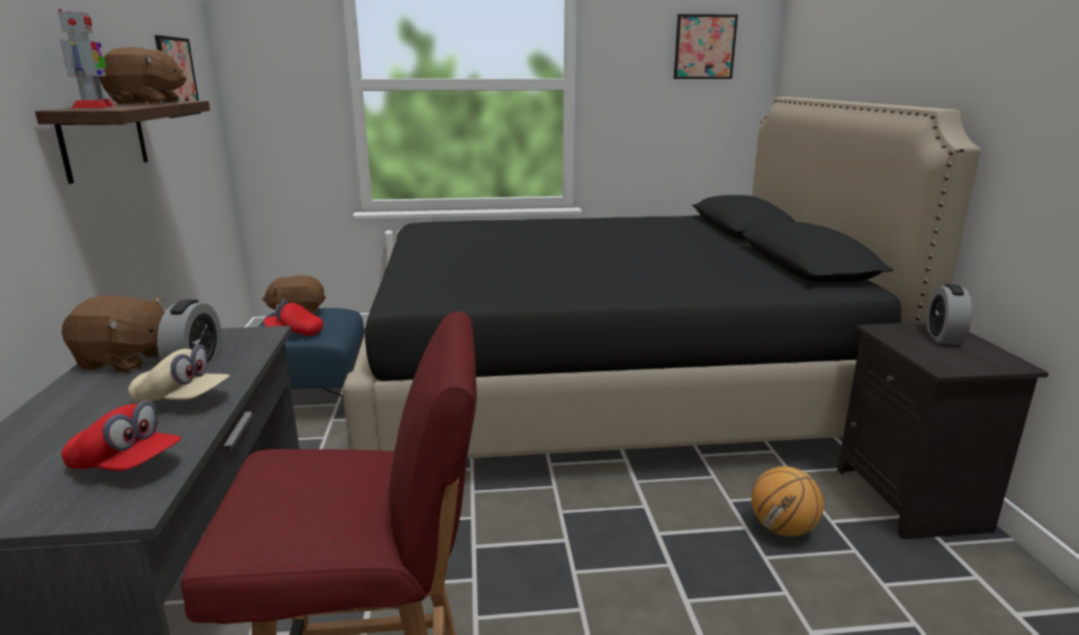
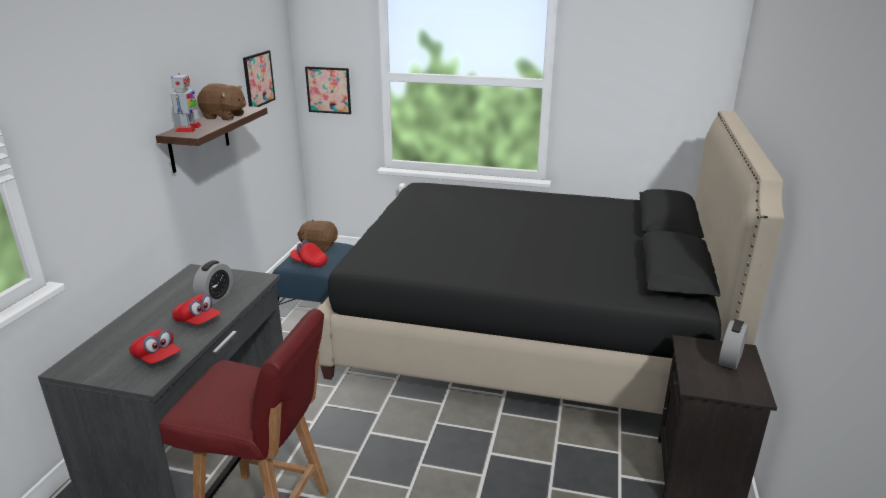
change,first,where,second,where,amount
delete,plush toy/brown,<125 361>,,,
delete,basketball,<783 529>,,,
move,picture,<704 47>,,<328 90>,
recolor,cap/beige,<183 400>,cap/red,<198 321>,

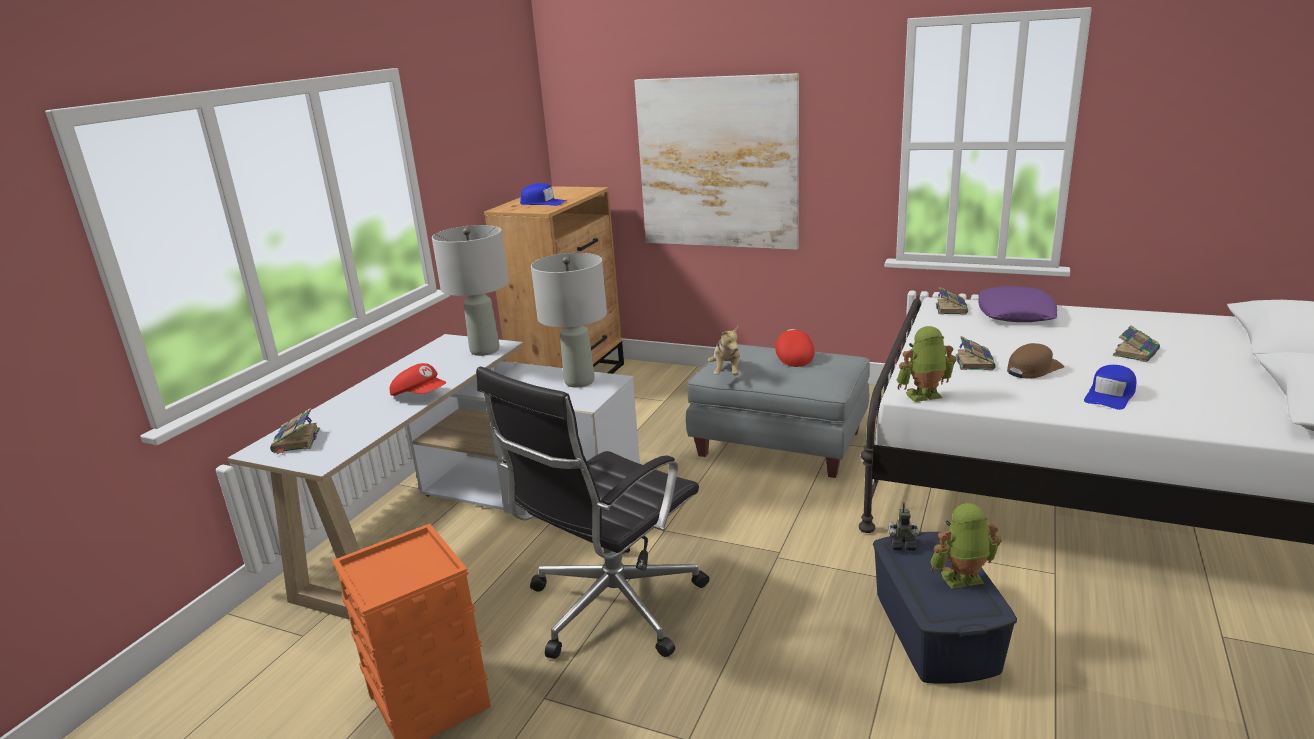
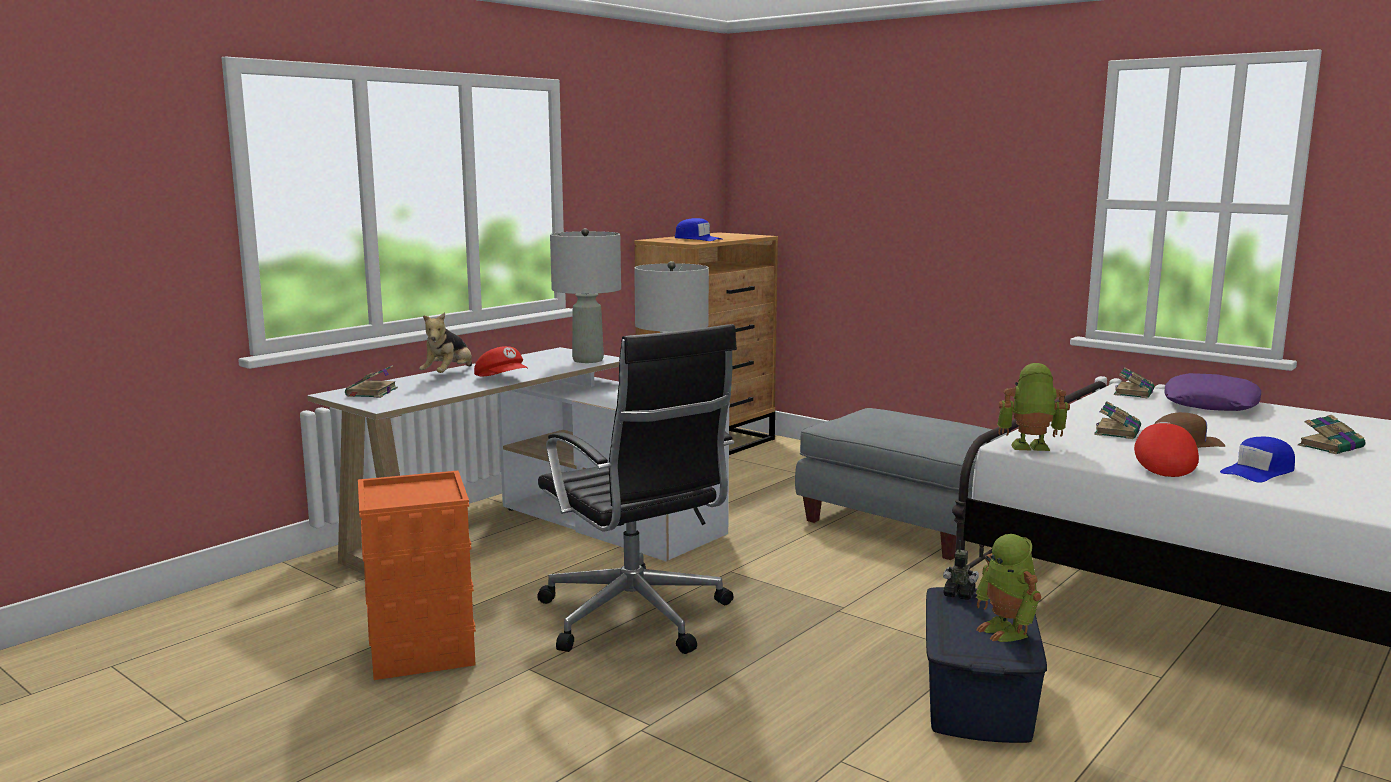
change,first,where,second,where,amount
delete,picture,<717 163>,,,
move,plush toy,<727 372>,,<449 375>,
move,cap/red,<793 358>,,<1162 466>,
rotate,office chair/black,<610 608>,,<636 618>,90 degrees counterclockwise
rotate,toy robot,<963 580>,,<1006 631>,120 degrees counterclockwise

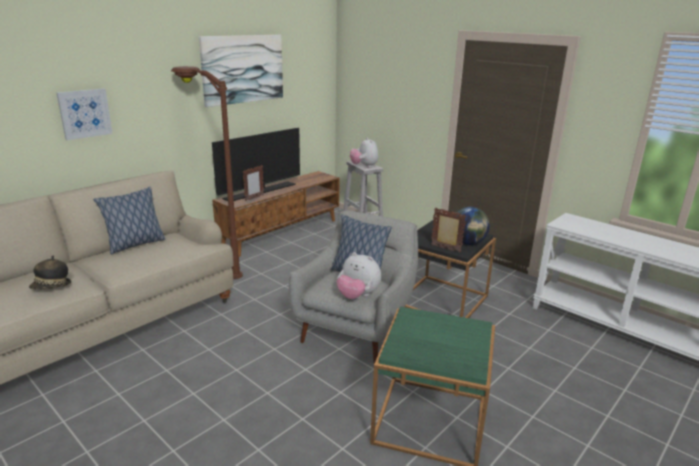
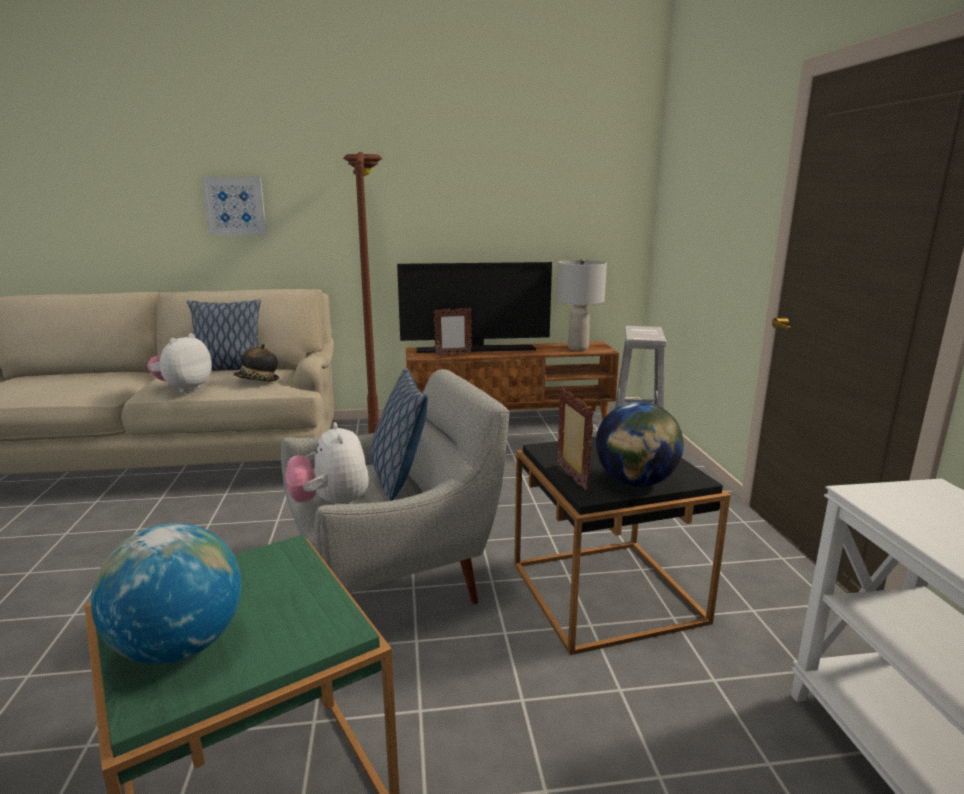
change,first,where,second,where,amount
delete,picture,<243 69>,,,
insert,,,globe,<179 646>,
insert,,,table lamp/grey,<578 348>,
move,hat,<51 287>,,<257 381>,
move,plush toy,<364 166>,,<184 389>,

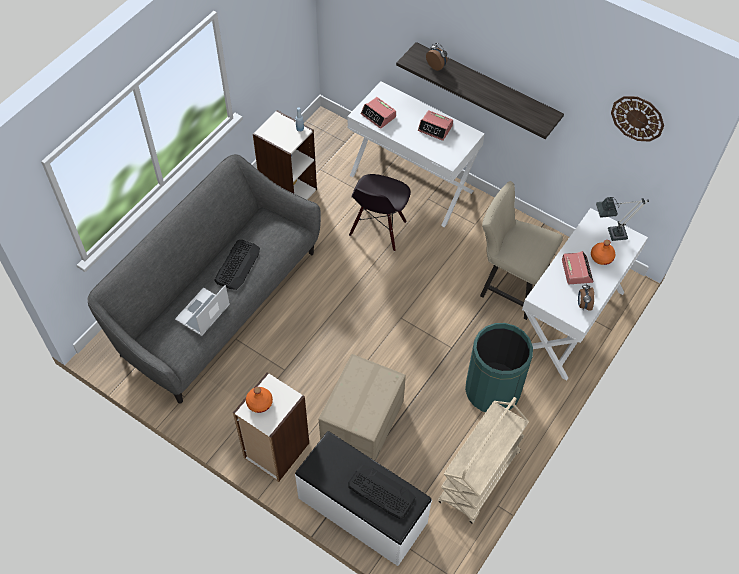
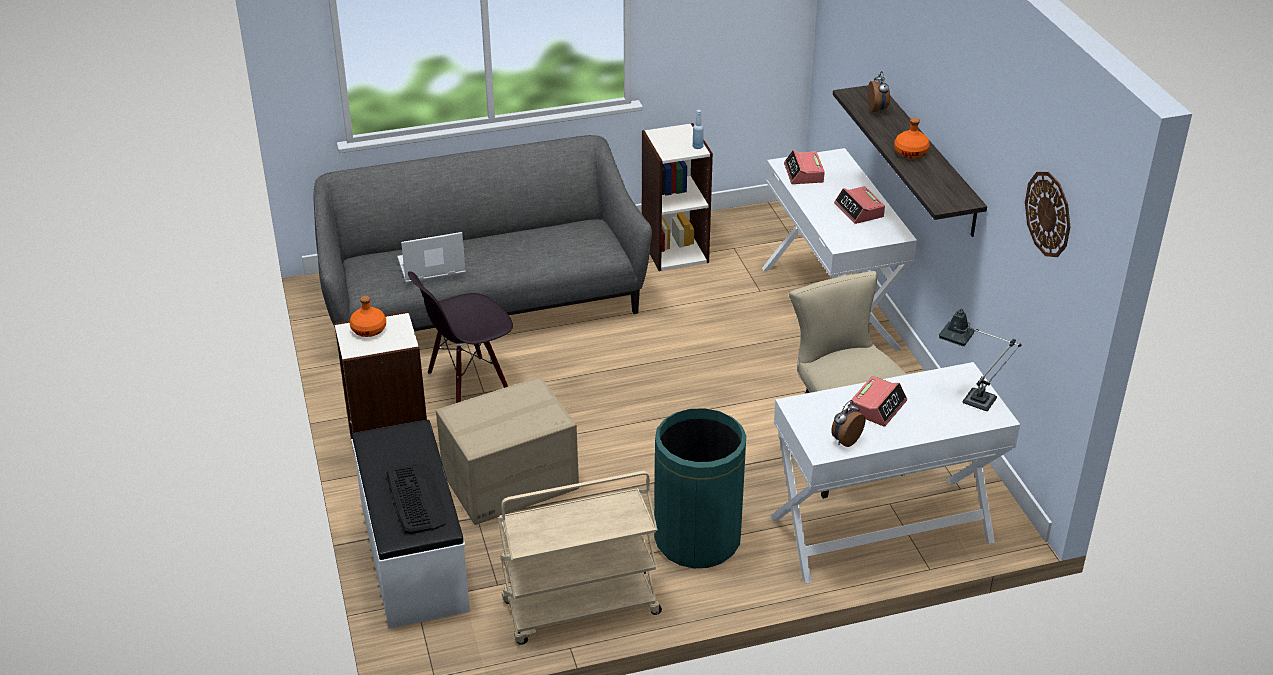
change,first,where,second,where,amount
delete,keyboard,<237 265>,,,
move,chair/black,<378 229>,,<468 385>,
move,bottle/orange,<601 257>,,<911 152>,

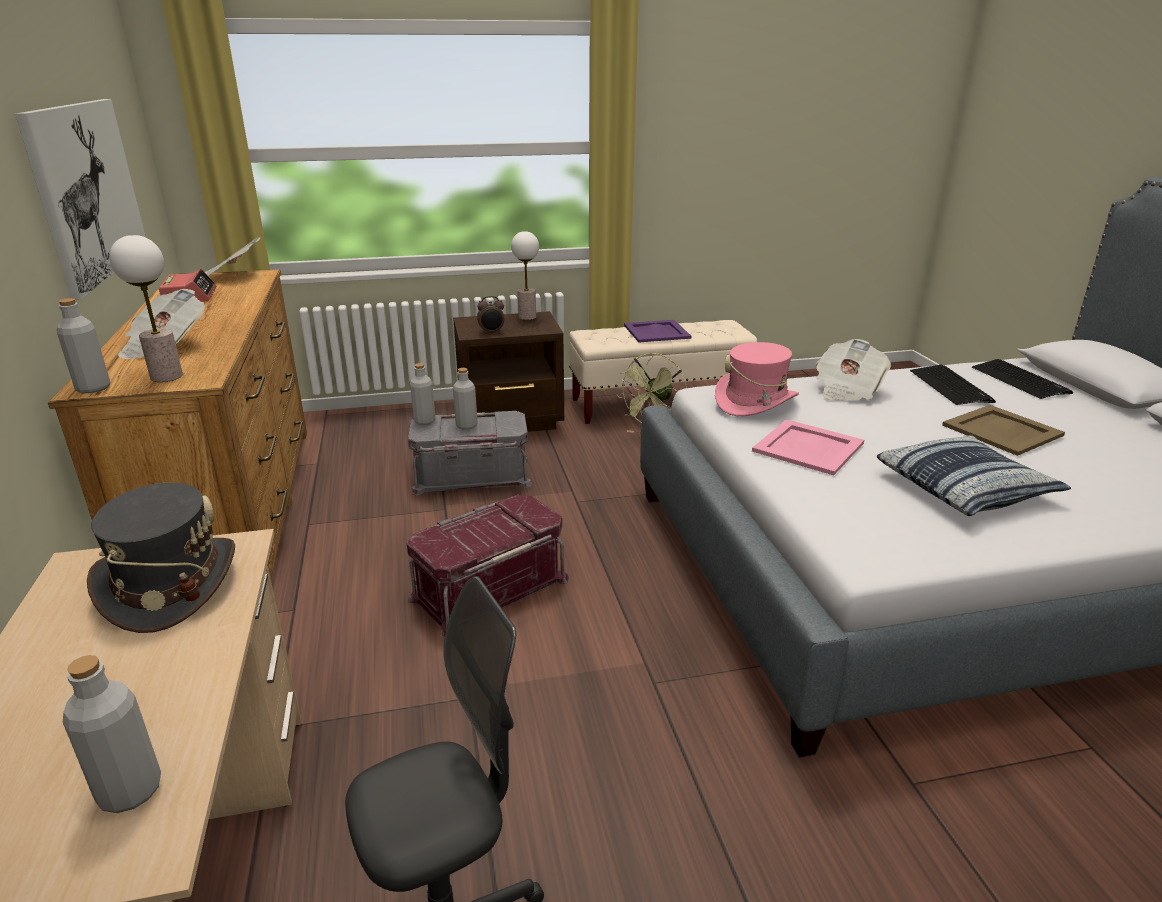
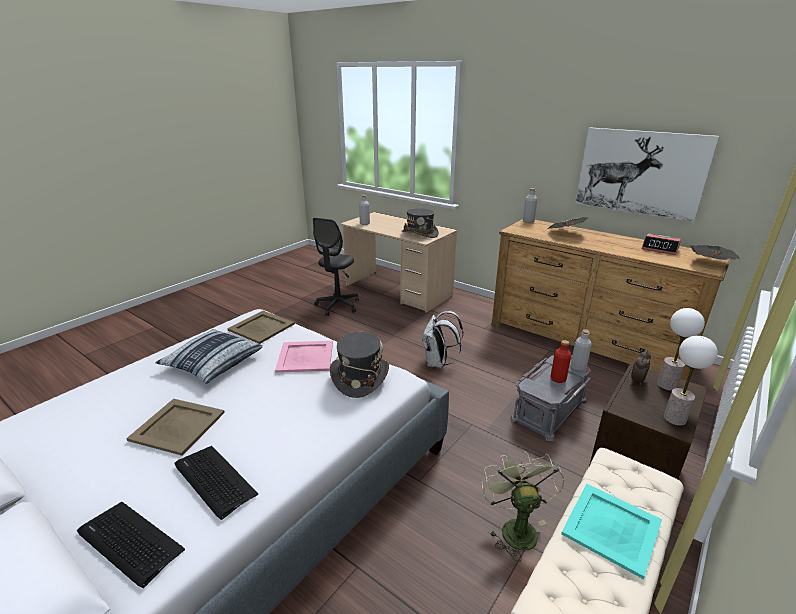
change,first,where,second,where,amount
delete,newspaper,<847 389>,,,
insert,,,tray/beige,<262 327>,
move,table lamp,<166 376>,,<667 385>,
replace,storage box/red,<489 587>,backpack/white,<438 363>,
recolor,bottle/grey,<466 425>,bottle/red,<558 379>,
recolor,tray/purple,<657 332>,tray/turquoise,<610 528>,
recolor,hat/pink,<755 402>,hat/grey,<359 377>,

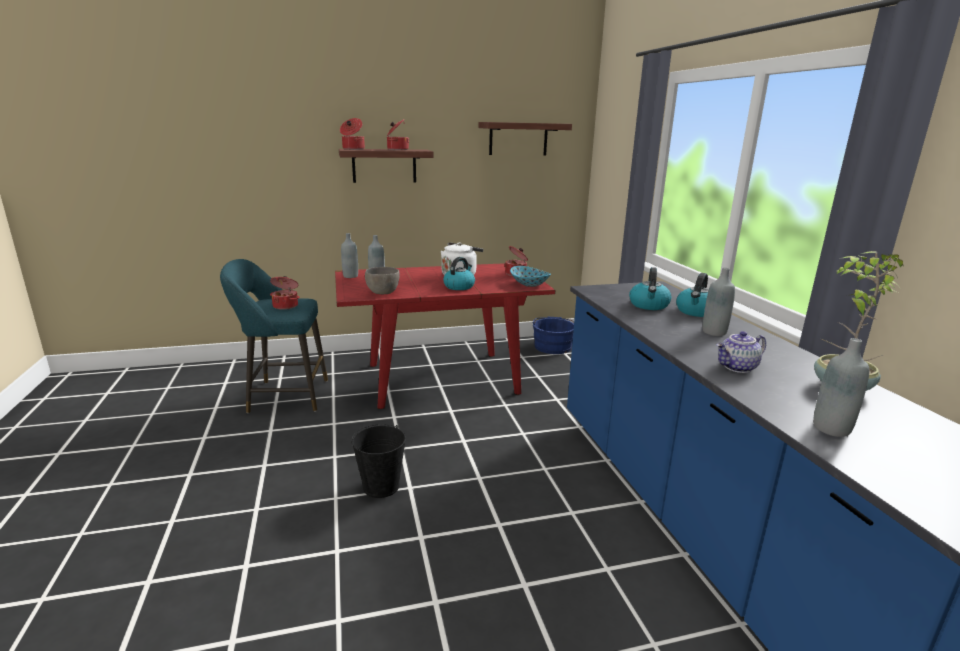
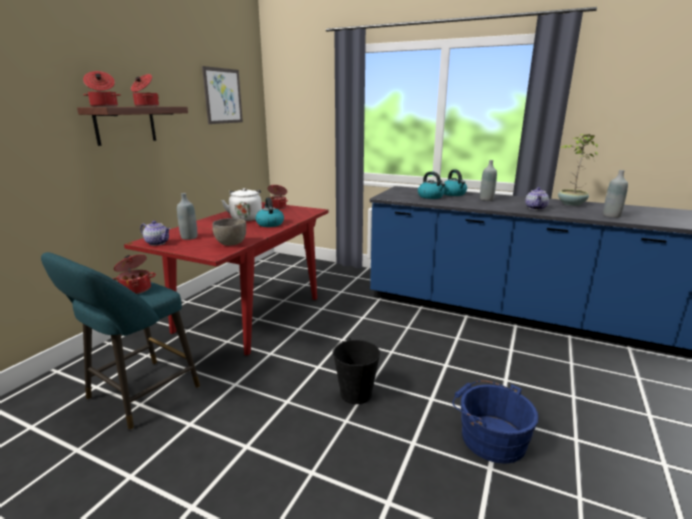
change,first,where,second,where,amount
delete,bowl,<529 284>,,,
move,bucket/blue,<552 346>,,<489 437>,
replace,bottle/grey,<350 276>,teapot,<158 243>,
replace,shelf,<518 139>,picture,<223 96>,

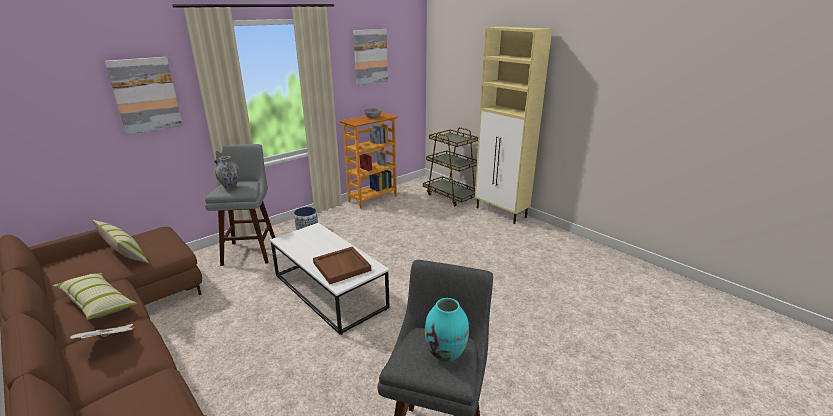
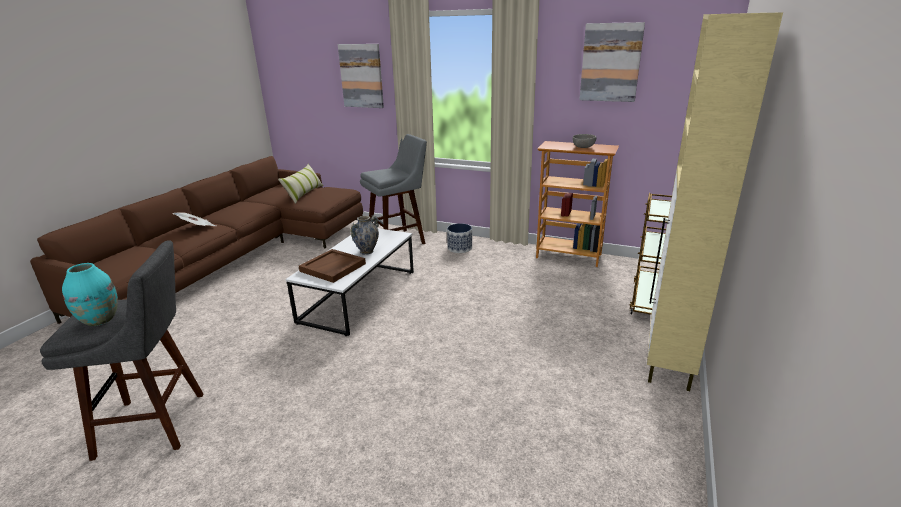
change,first,where,second,where,amount
delete,pillow,<98 303>,,,
move,vase,<230 187>,,<367 251>,

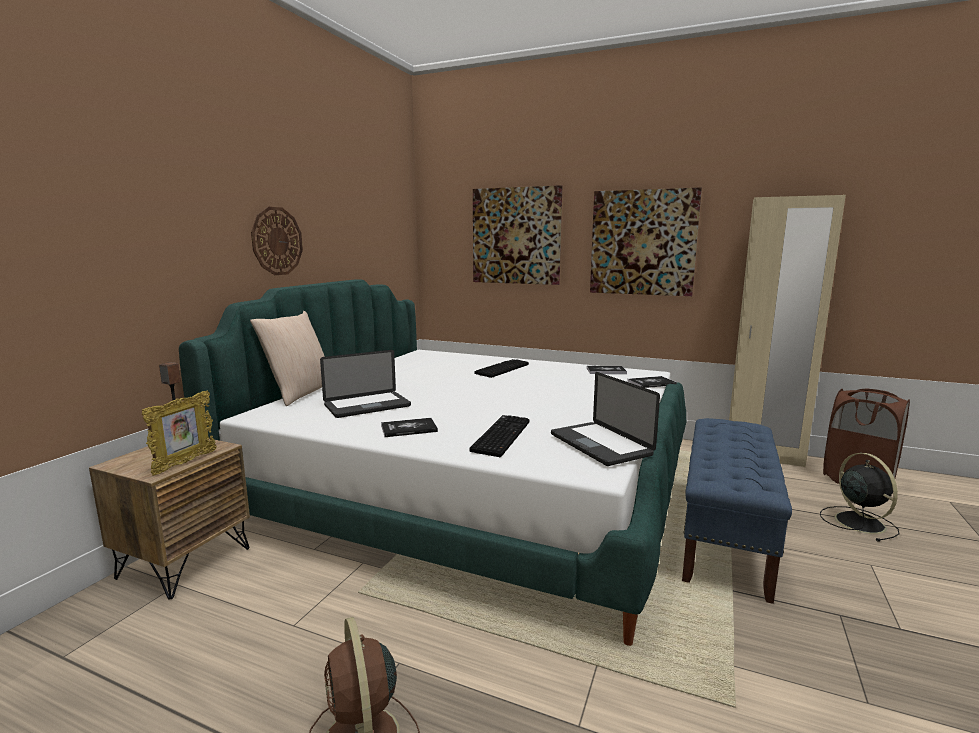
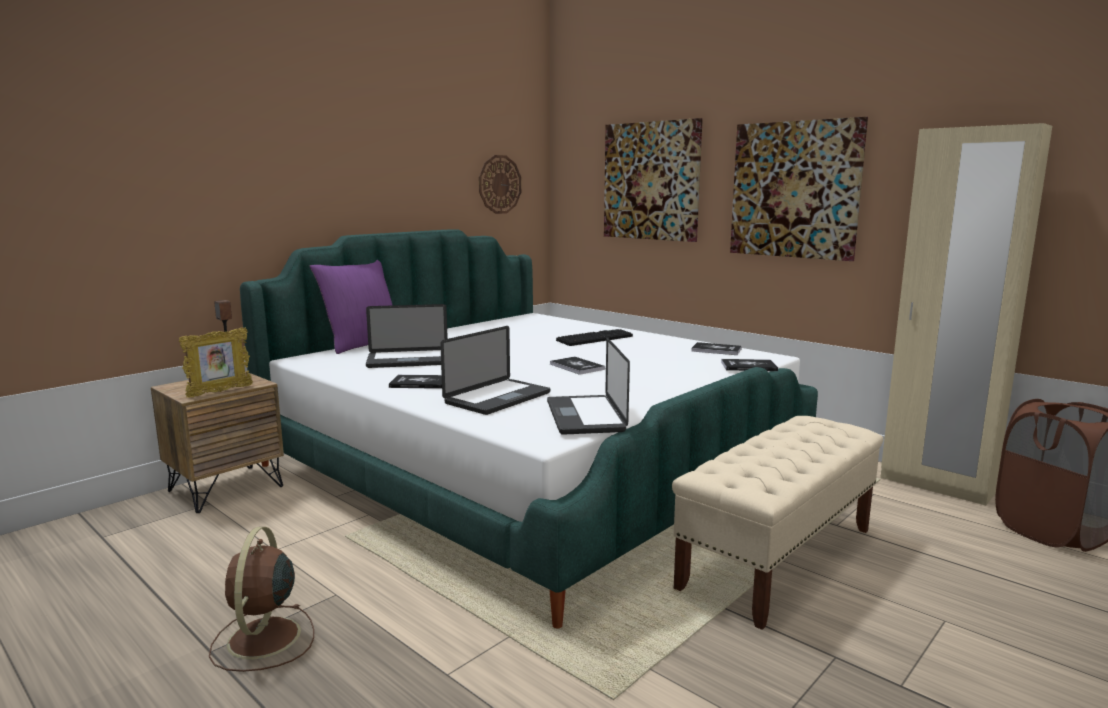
change,first,where,second,where,amount
delete,fan/black,<857 522>,,,
insert,,,book,<577 367>,
move,wall clock,<277 241>,,<499 184>,
replace,keyboard,<500 436>,laptop,<498 398>,
recolor,pillow/beige,<300 393>,pillow/purple,<362 344>,
recolor,bench/blue,<725 535>,bench/beige,<778 557>,

